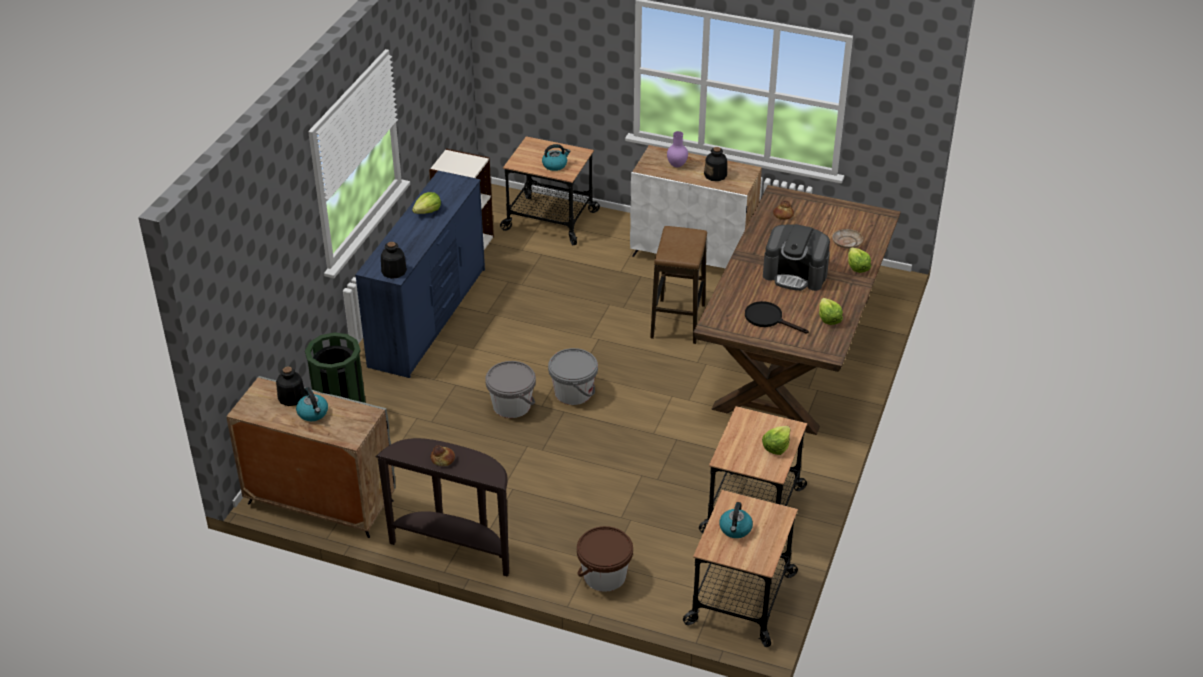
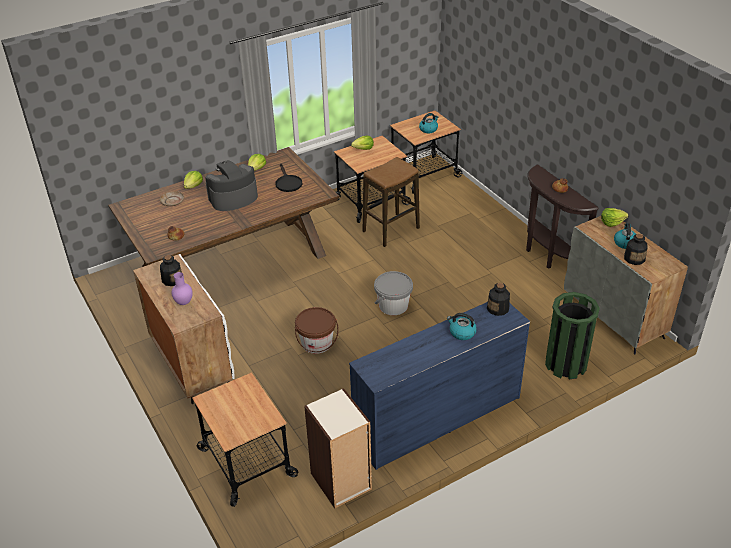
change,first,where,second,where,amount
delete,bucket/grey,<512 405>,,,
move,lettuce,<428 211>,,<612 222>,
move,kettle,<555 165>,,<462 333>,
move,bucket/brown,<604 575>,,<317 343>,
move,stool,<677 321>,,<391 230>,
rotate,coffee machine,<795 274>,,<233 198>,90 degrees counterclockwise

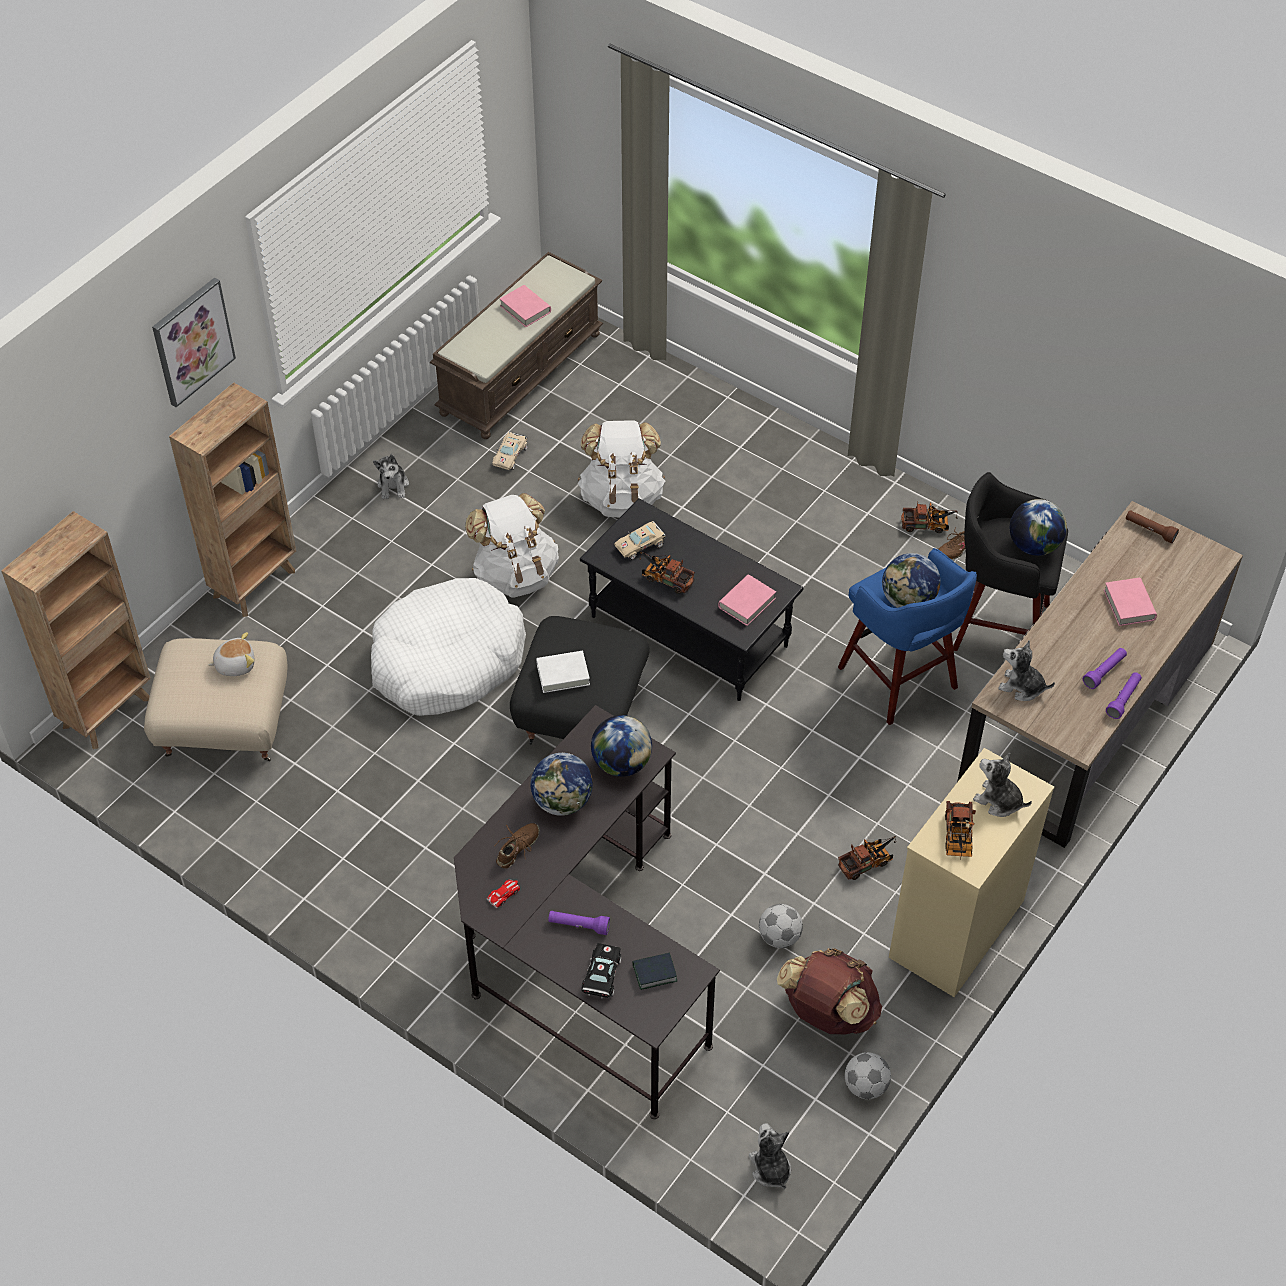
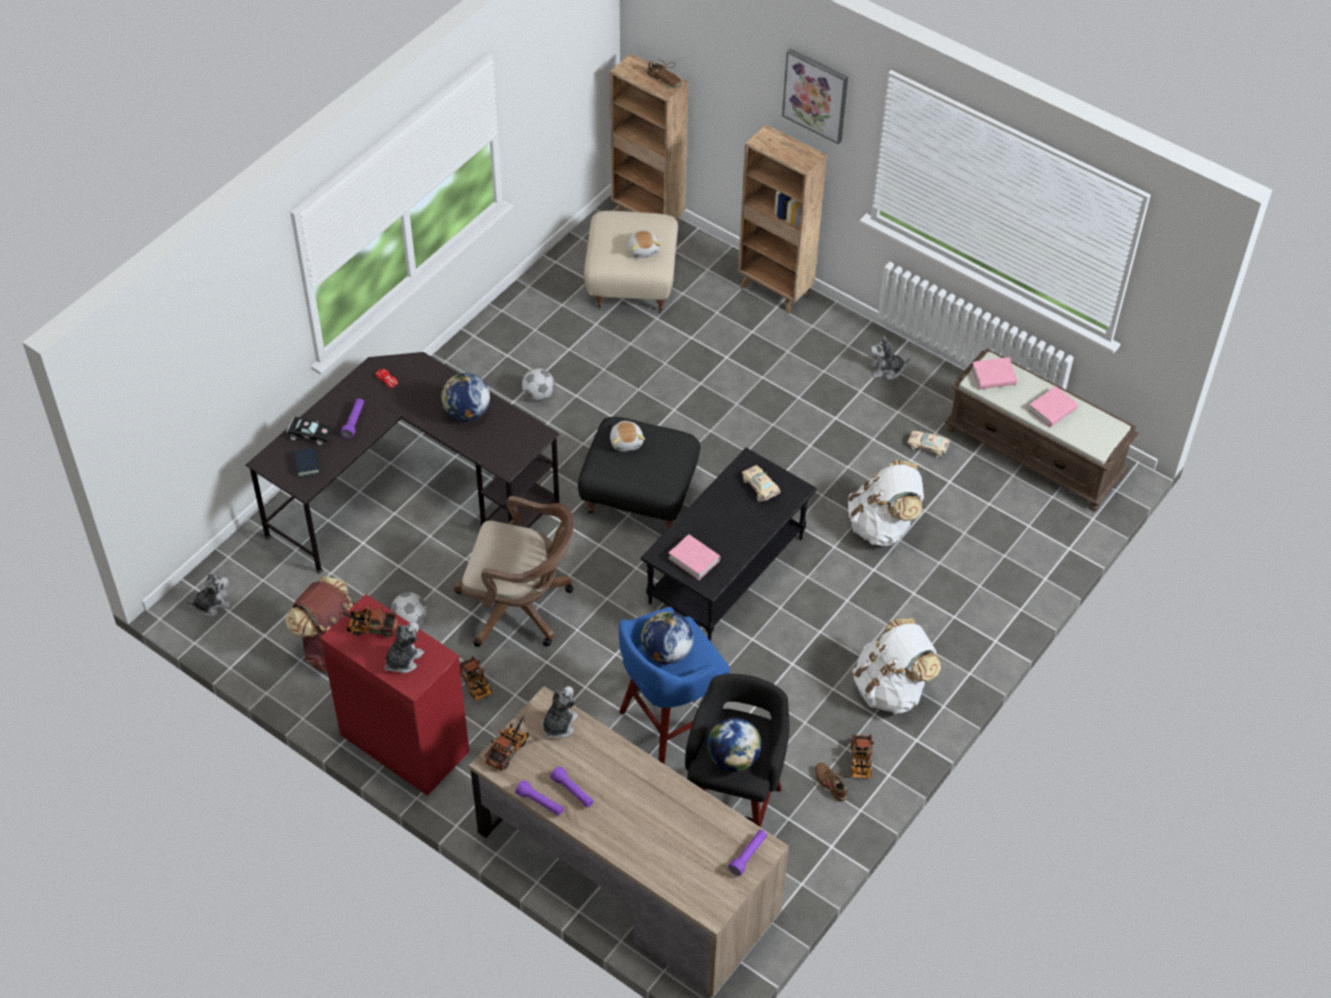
change,first,where,second,where,amount
delete,dog bed/white,<447 661>,,,
delete,globe,<621 763>,,,
insert,,,office chair/brown,<520 607>,
move,backpack/white,<515 574>,,<891 688>,
move,shoe/brown,<518 849>,,<664 80>,
move,toy truck,<664 578>,,<509 748>,
move,football,<865 1086>,,<539 395>,
move,book/pink,<1129 605>,,<993 376>,
replace,book/white,<563 674>,plush toy,<627 441>,
recolor,dresser/beige,<956 930>,dresser/red,<403 742>,
recolor,flashlight/brown,<1149 530>,flashlight/purple,<748 855>,

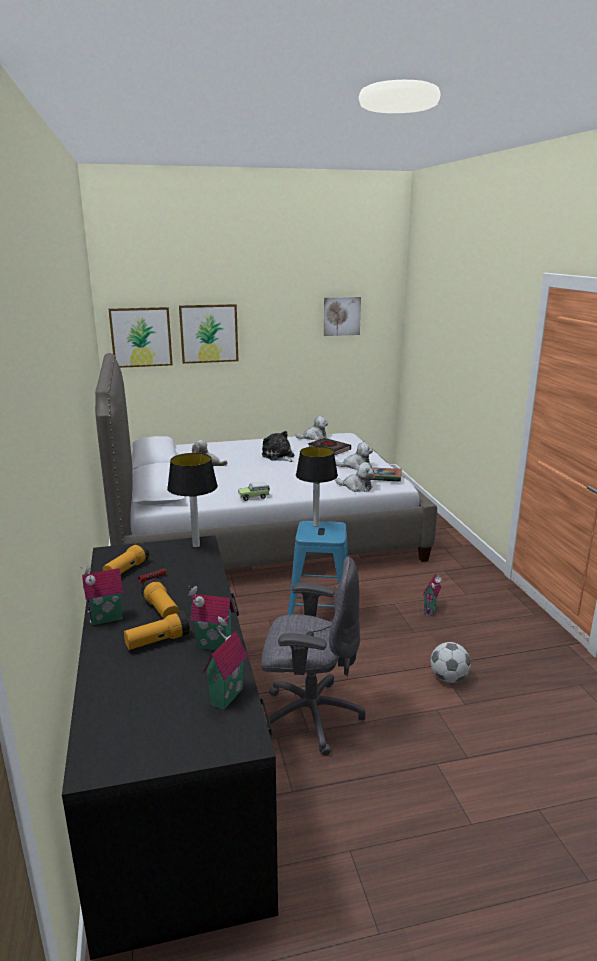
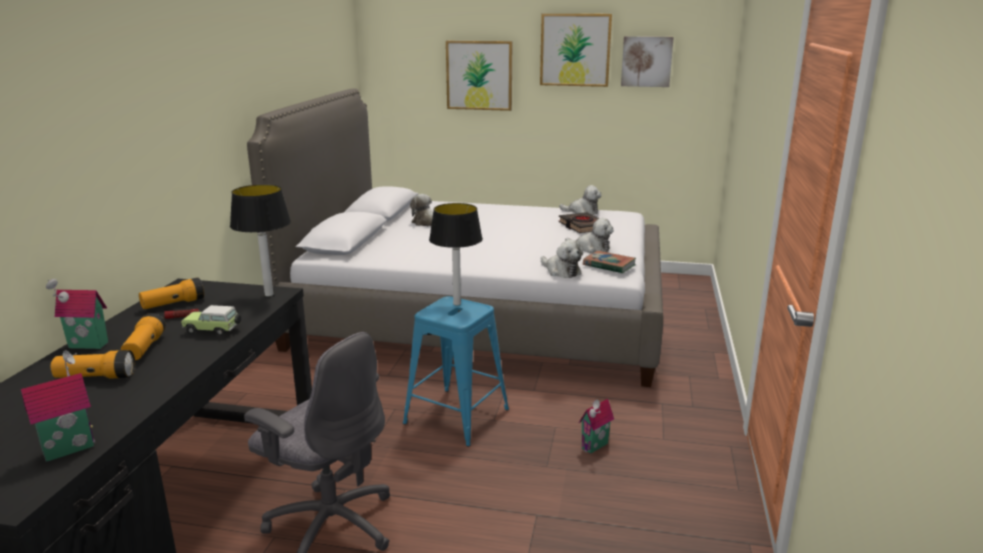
change,first,where,second,where,amount
delete,toy house,<213 647>,,,
delete,plush toy,<279 456>,,,
delete,football,<449 678>,,,
move,picture,<141 337>,,<575 50>,
move,toy car,<254 497>,,<214 330>,

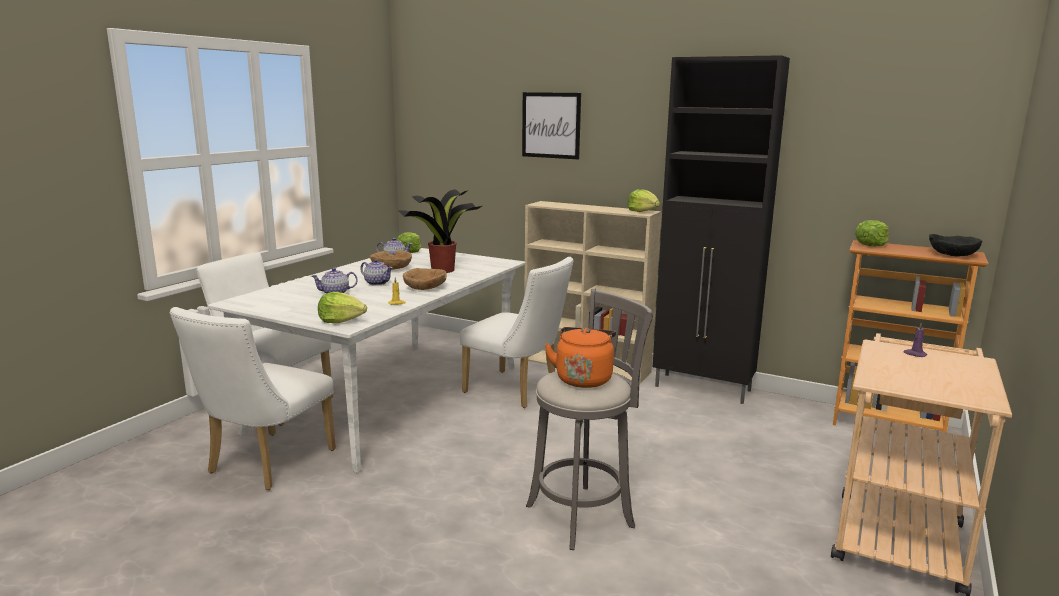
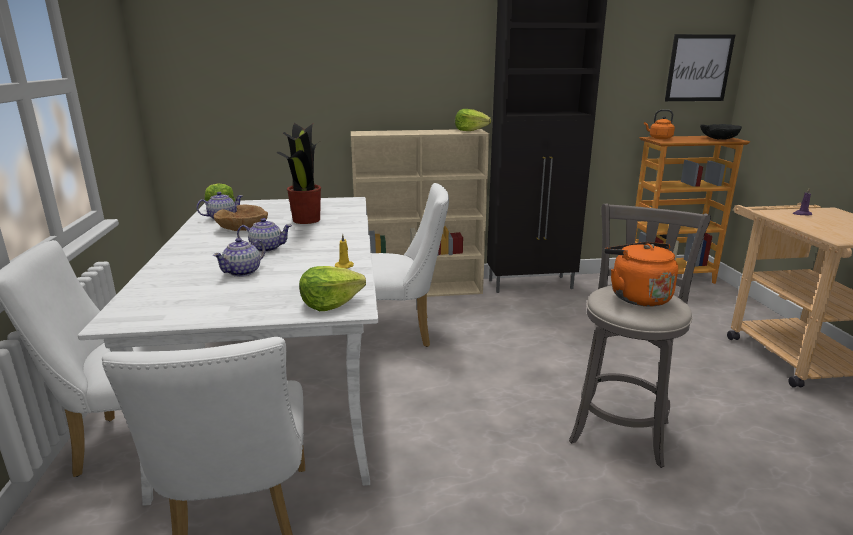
change,first,where,second,where,amount
delete,bowl/brown,<425 288>,,,
move,picture,<551 125>,,<698 68>,
replace,lettuce,<871 244>,kettle/orange,<659 138>,

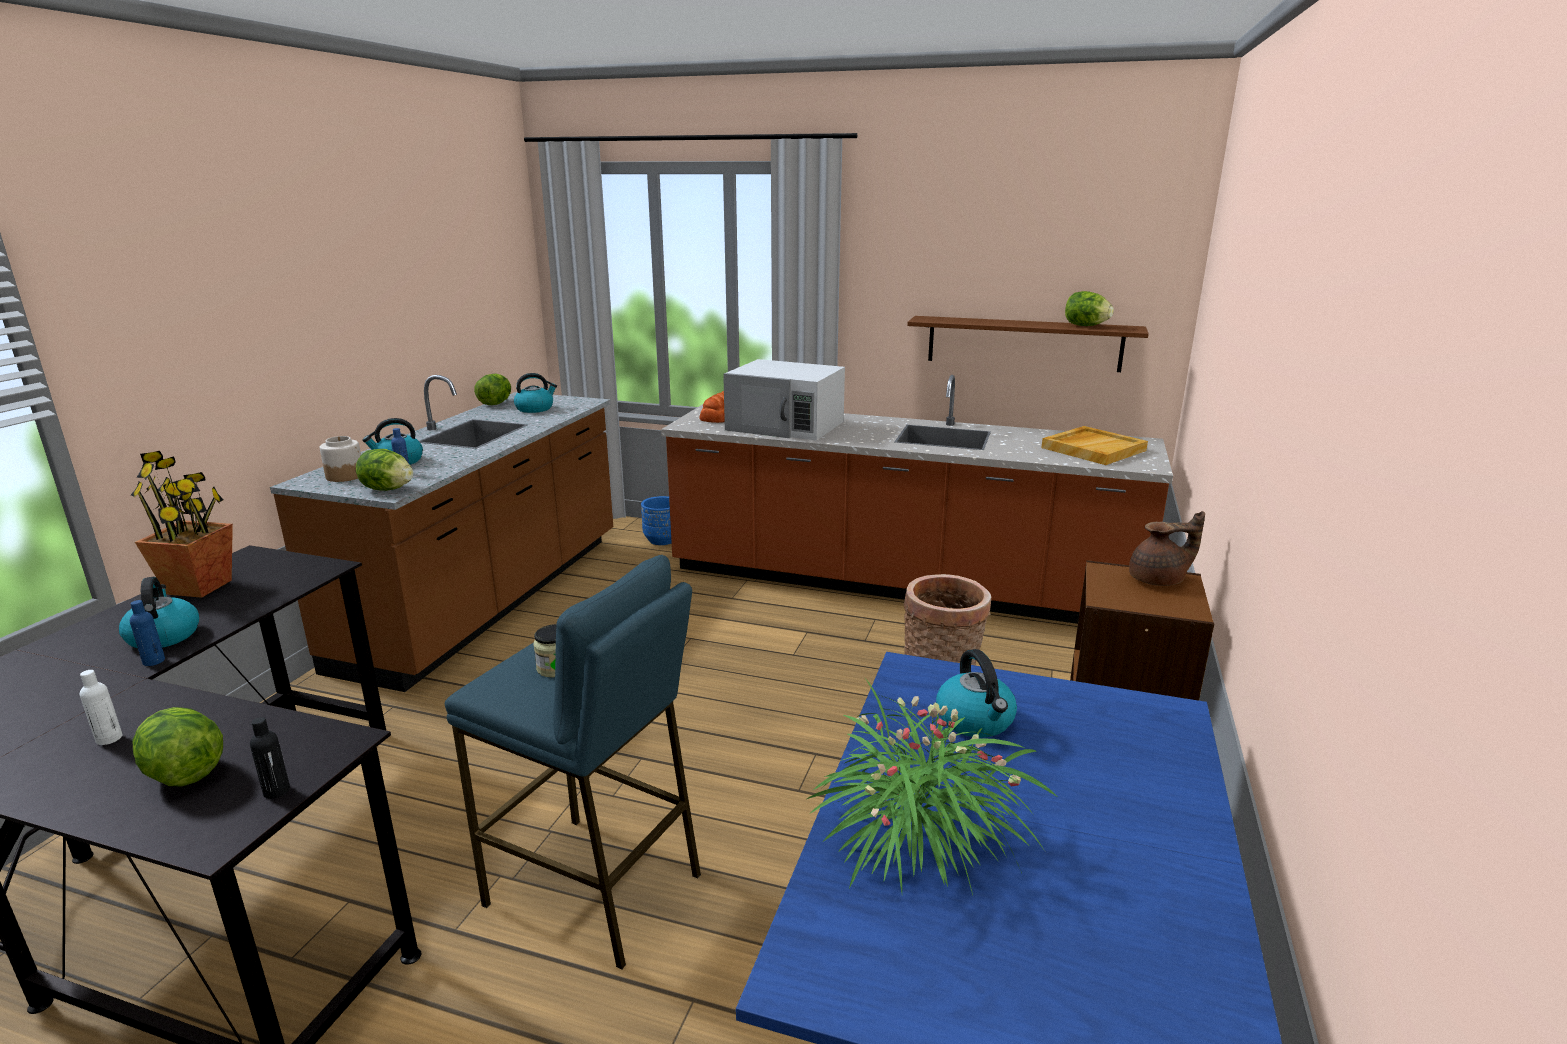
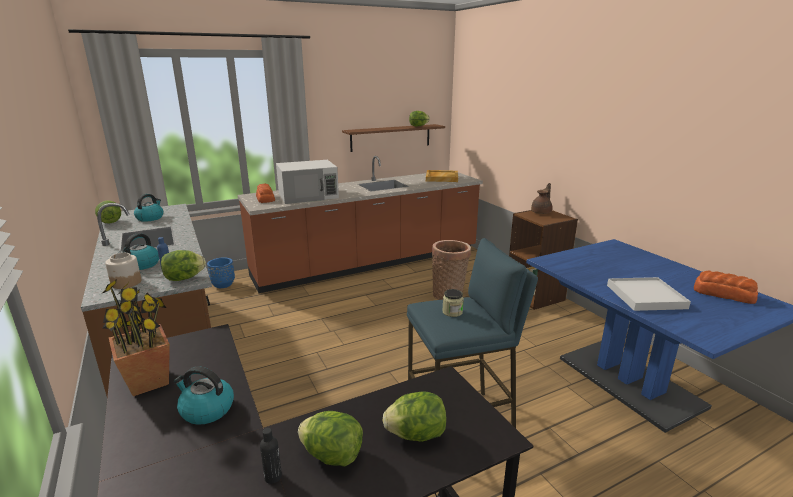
change,first,where,second,where,amount
delete,bottle/blue,<154 661>,,,
delete,kettle,<976 720>,,,
insert,,,bread,<723 293>,
move,bottle/black,<276 791>,,<273 477>,
replace,bottle/white,<109 739>,lettuce,<332 455>,
replace,potted plant,<918 833>,tray/white,<645 297>,

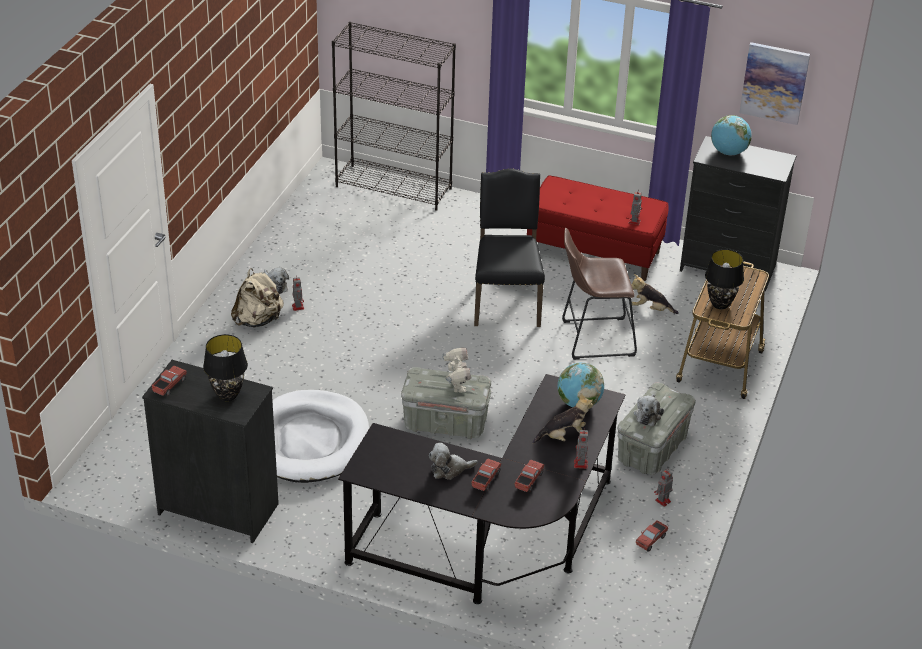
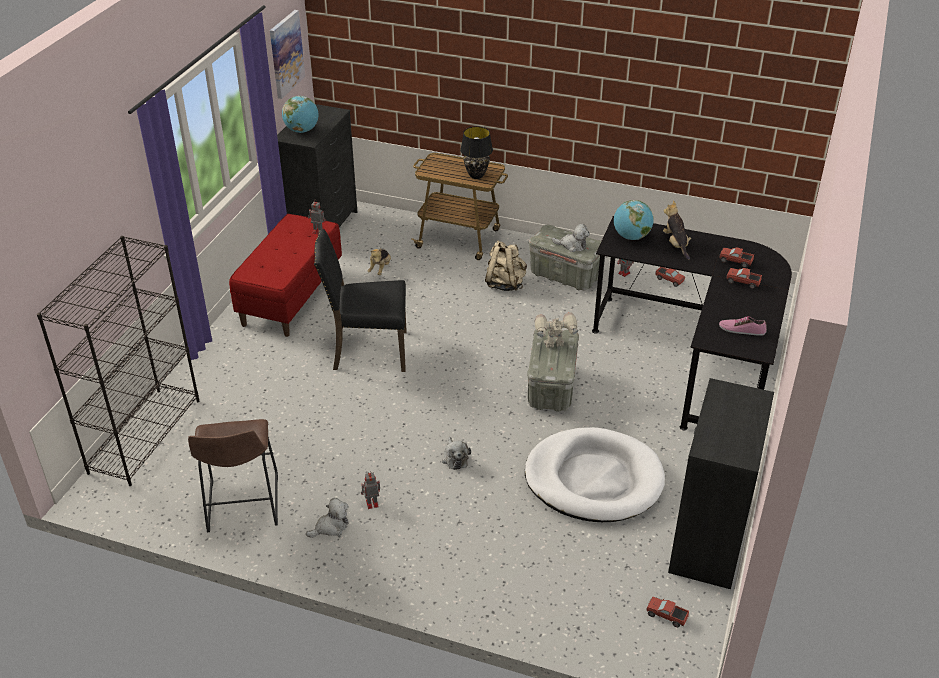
change,first,where,second,where,amount
delete,table lamp/black,<227 395>,,,
delete,toy robot,<580 465>,,,
insert,,,shoe,<742 330>,
move,toy truck,<169 386>,,<666 616>,
move,backpack/beige,<258 320>,,<505 284>,
move,plush toy,<449 469>,,<455 458>,
move,stool/brown,<593 338>,,<242 507>,

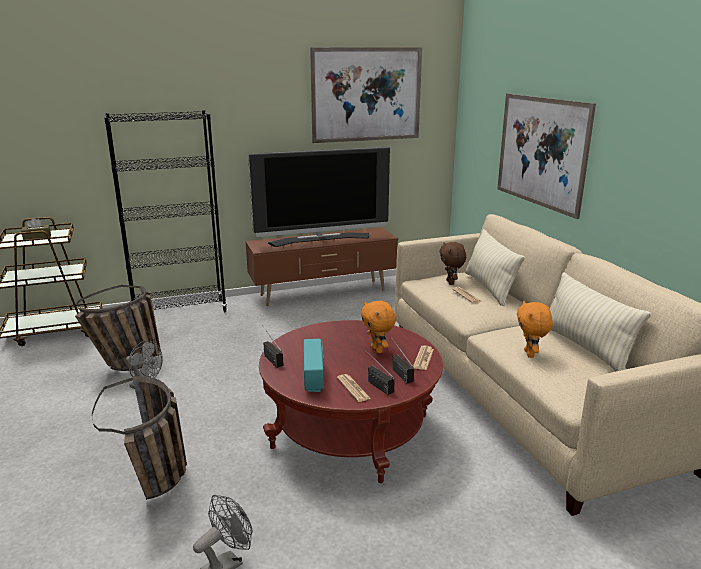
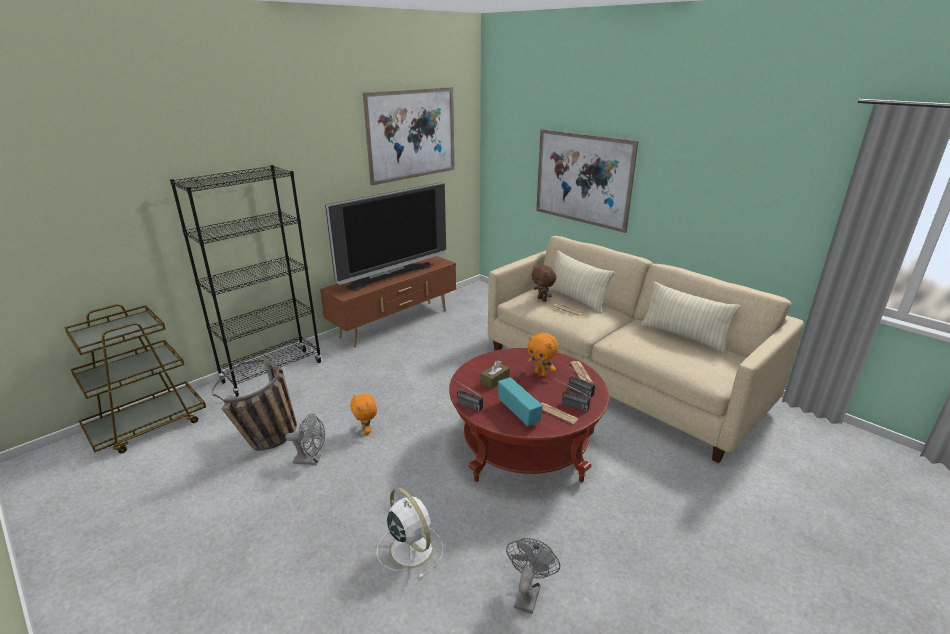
change,first,where,second,where,amount
move,tissue box/brown,<37 237>,,<495 380>,
move,plush toy/orange,<530 354>,,<366 431>,
replace,basket,<159 485>,fan/white,<410 548>,

